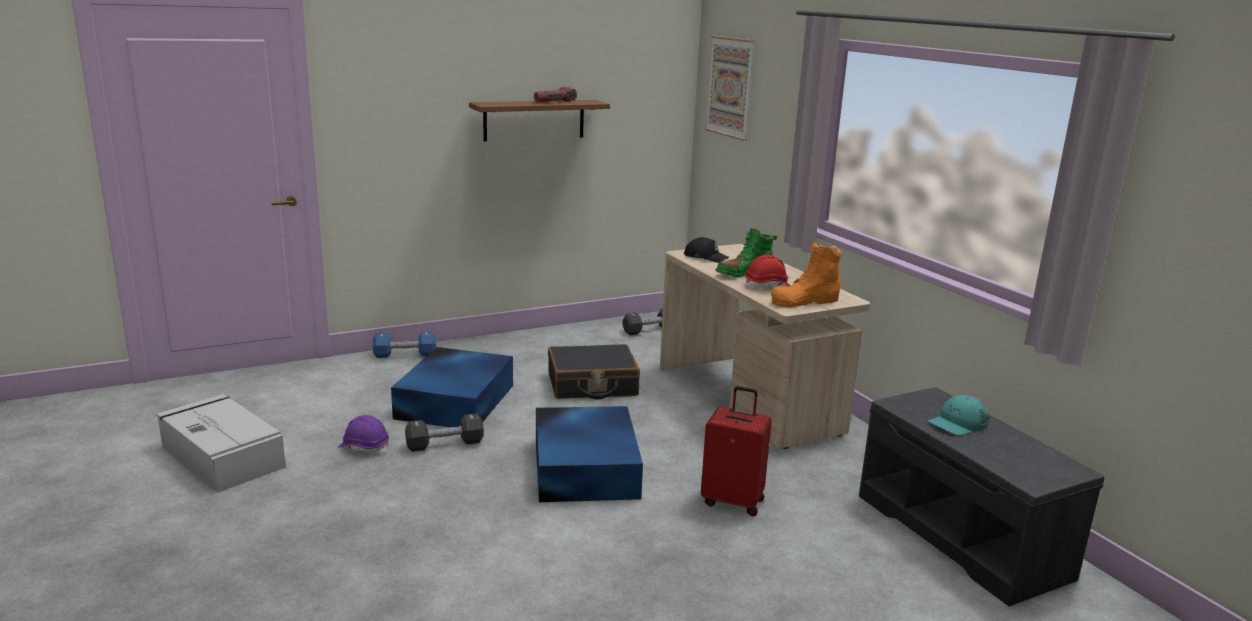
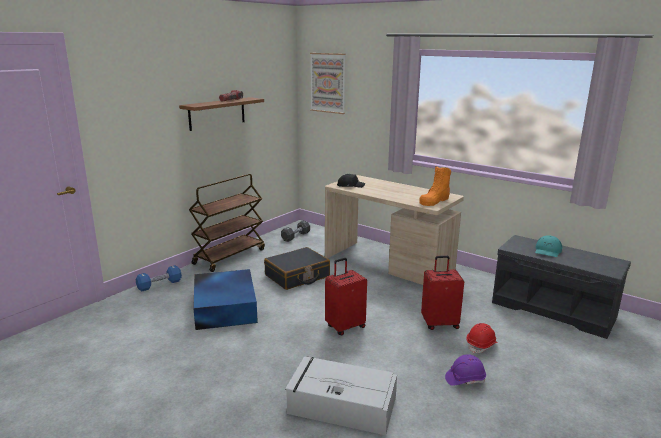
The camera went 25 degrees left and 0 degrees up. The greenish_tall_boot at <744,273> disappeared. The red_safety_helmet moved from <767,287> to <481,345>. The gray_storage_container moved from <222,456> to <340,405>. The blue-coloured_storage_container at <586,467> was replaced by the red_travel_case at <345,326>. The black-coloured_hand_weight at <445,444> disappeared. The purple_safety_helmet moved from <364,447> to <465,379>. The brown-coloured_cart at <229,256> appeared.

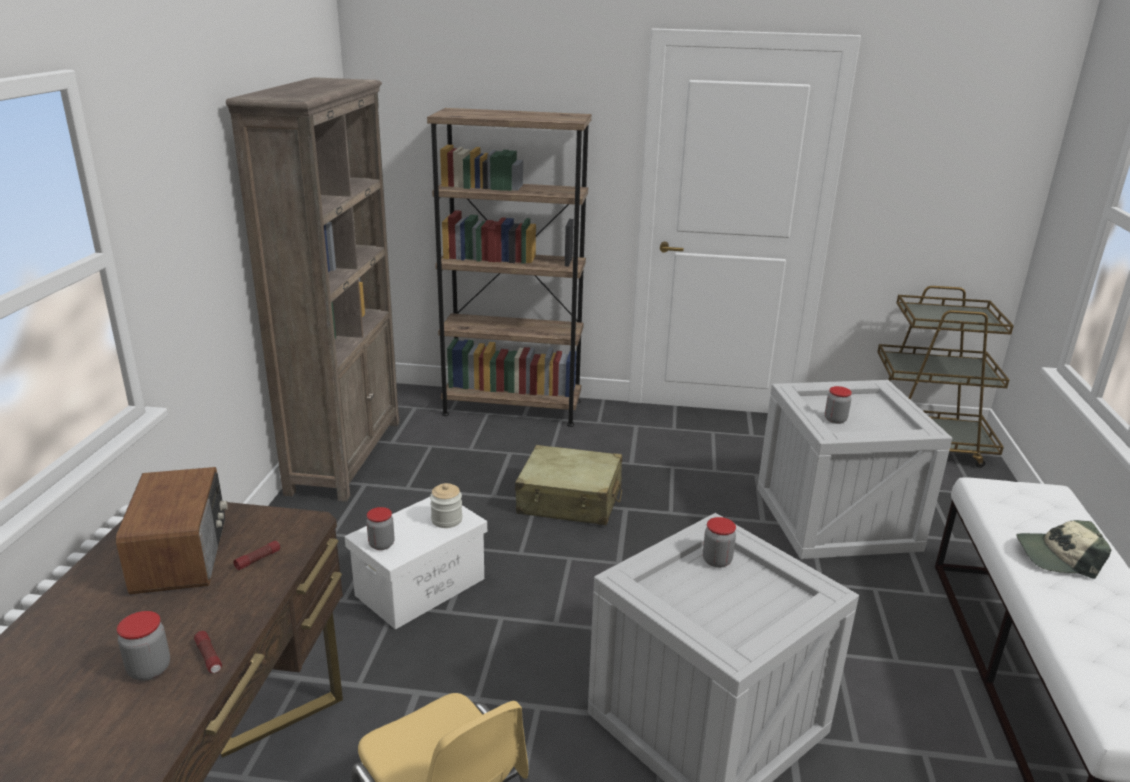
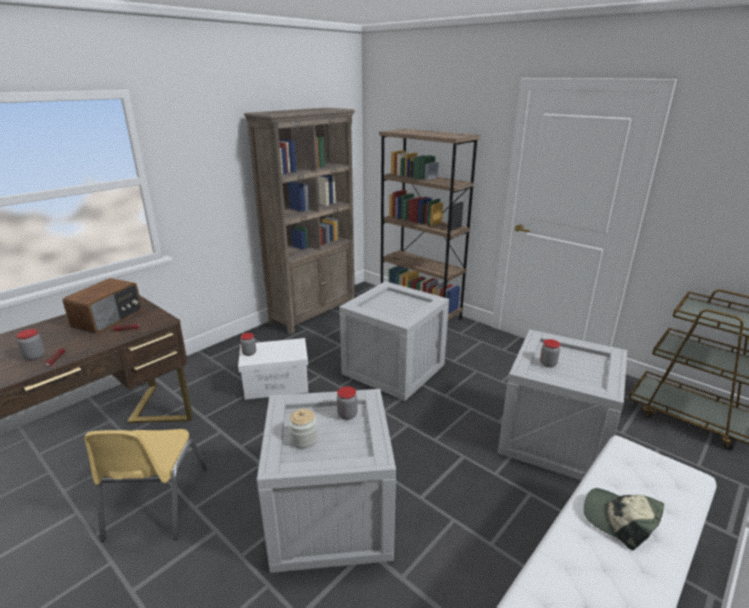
The camera went 35 degrees right and 0 degrees up. The beige-coloured_travel_case at <570,500> was replaced by the crate at <395,369>. The jar moved from <446,520> to <304,440>.

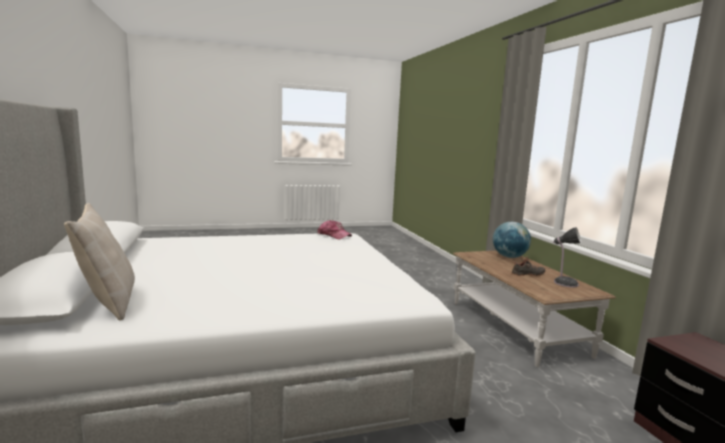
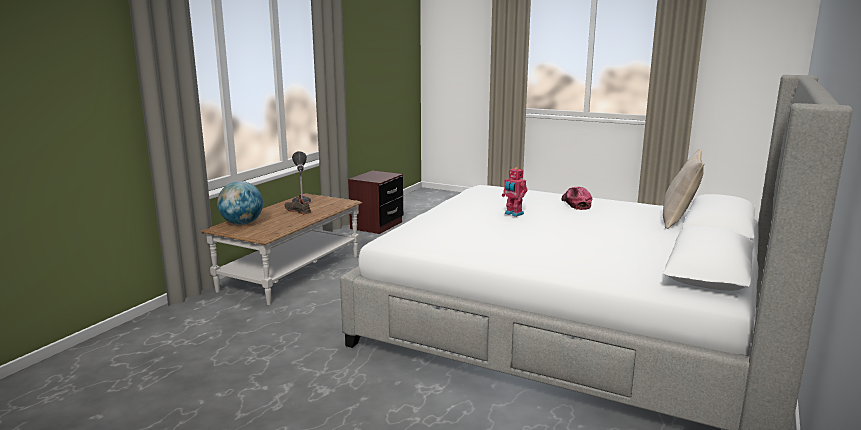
The camera went 135 degrees left and 5 degrees up. The cap moved from <334,235> to <575,203>. The robot_figure at <513,214> appeared.

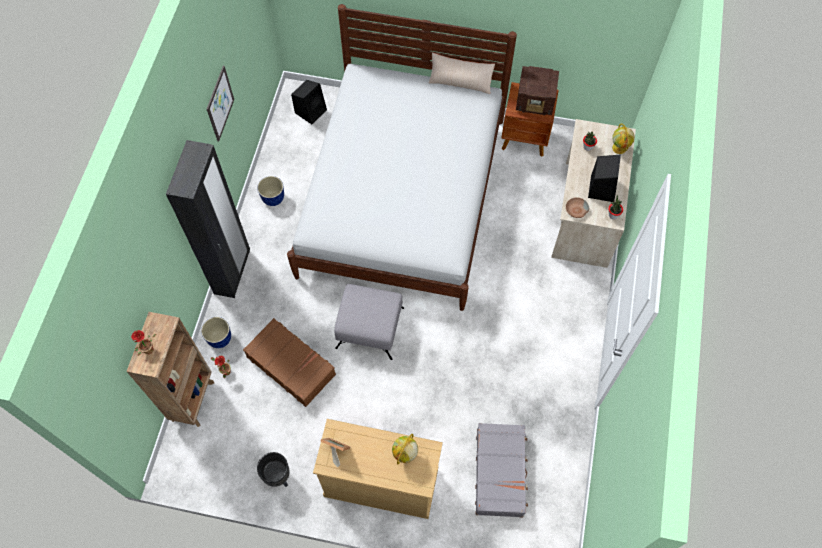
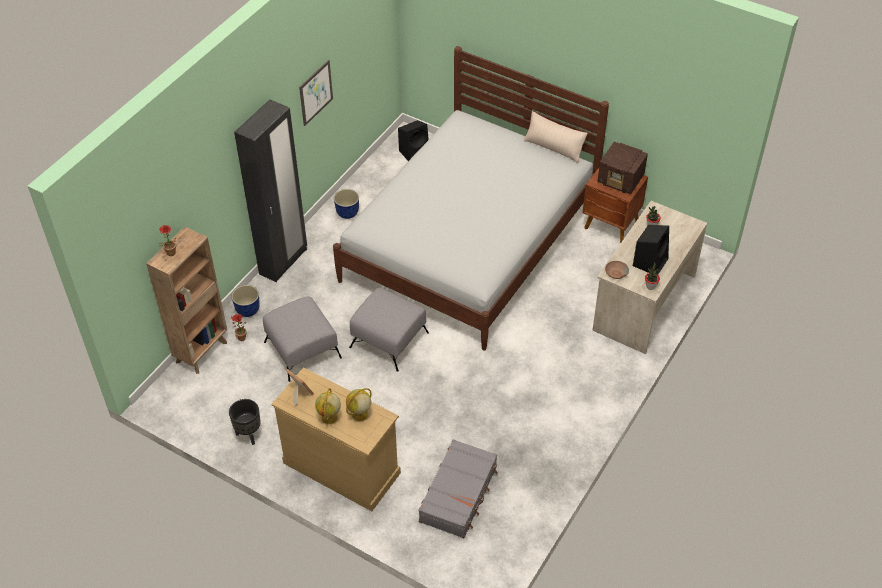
The camera went 20 degrees right and 15 degrees down. The world_globe moved from <619,148> to <329,418>. The brown-coloured_travel_case at <291,365> was replaced by the gray_ottoman at <302,349>.

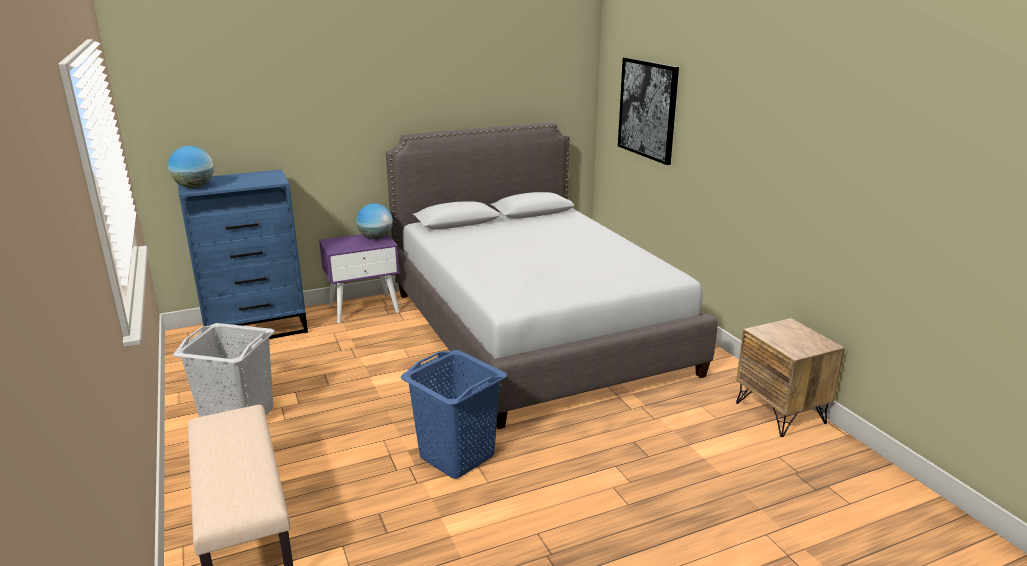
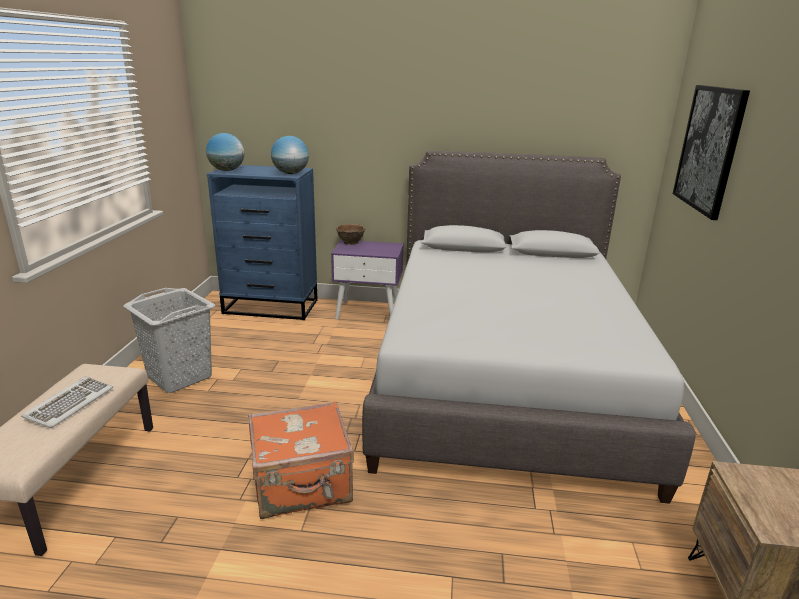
The camera went 30 degrees right and 0 degrees up. The world_globe moved from <376,238> to <291,173>. The blue-coloured_laundry_basket at <457,455> was replaced by the orangey_travel_case at <302,485>. The brown-coloured_bowl at <350,242> appeared. The computer_keyboard at <69,404> appeared.

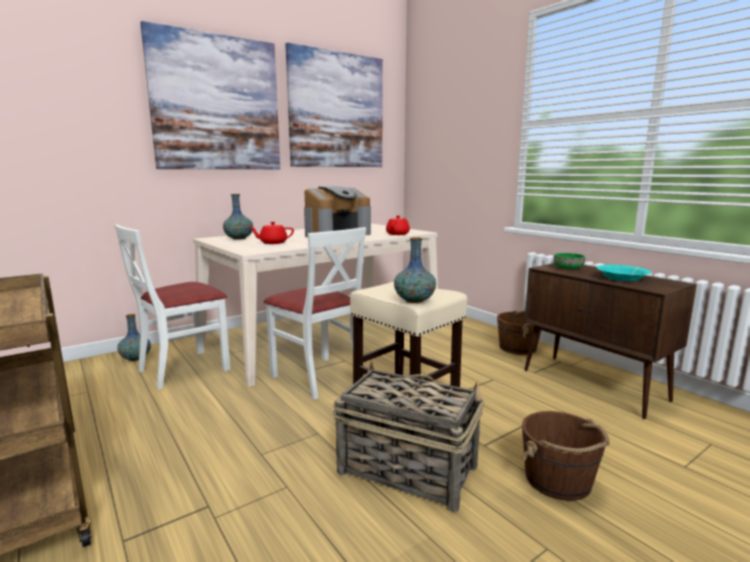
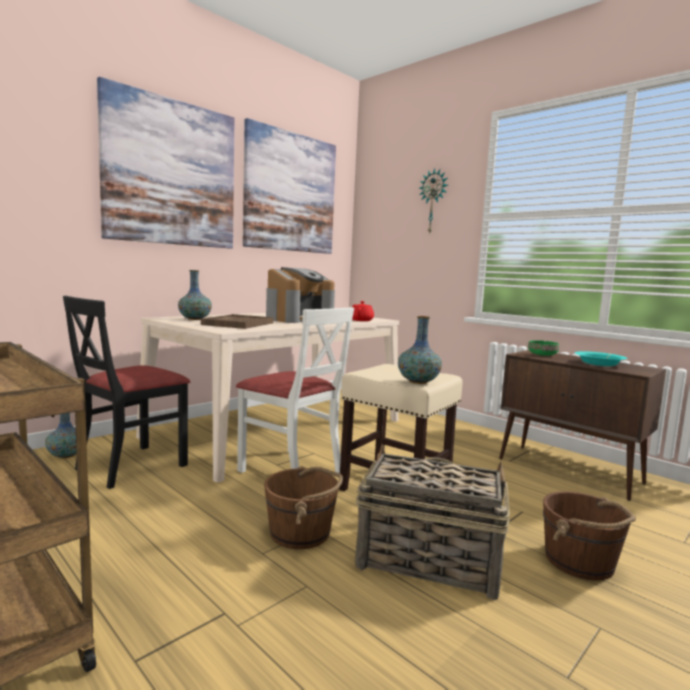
The camera went 10 degrees left and 5 degrees down. The red_tea_pot at <272,243> was replaced by the brown-coloured_tray at <238,324>. The whitish_plain_chair at <183,369> became the black-coloured_plain_chair at <131,466>. The brown-coloured_bucket moved from <518,348> to <301,533>. The hanging_clock at <433,201> appeared.

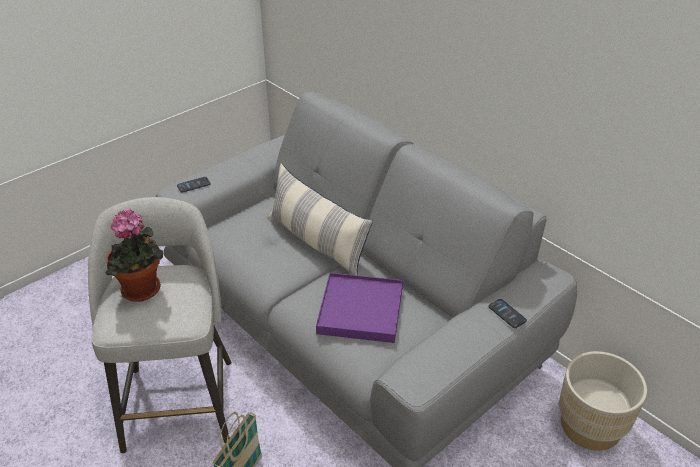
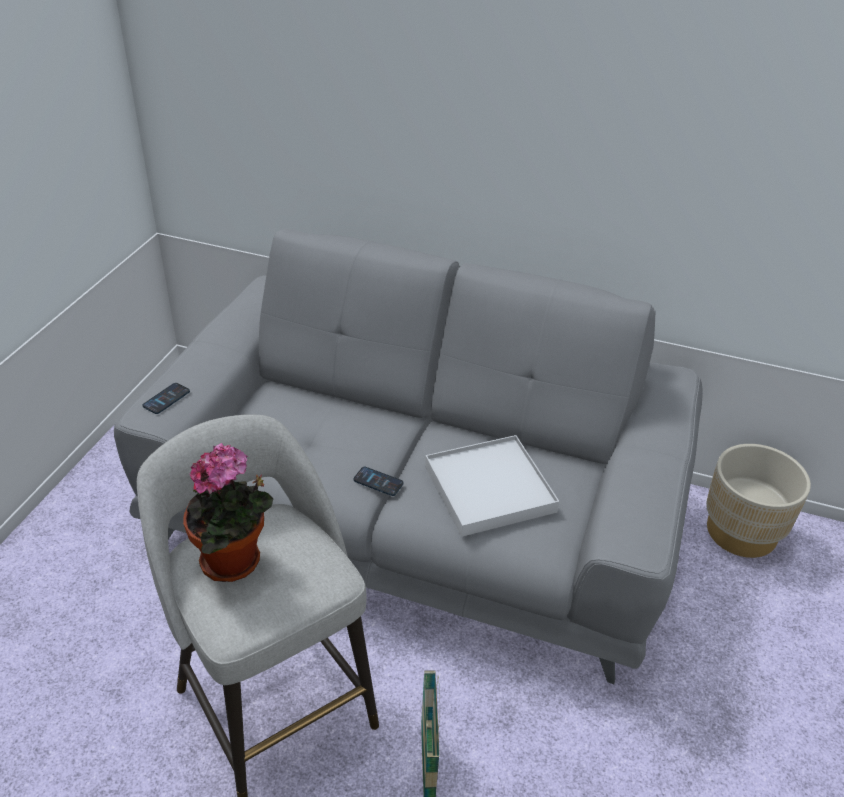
The camera went 30 degrees left and 0 degrees up. The cushion at <317,242> disappeared. The purple_tray at <360,310> became the whitish_tray at <489,489>. The telephone moved from <507,314> to <378,482>.

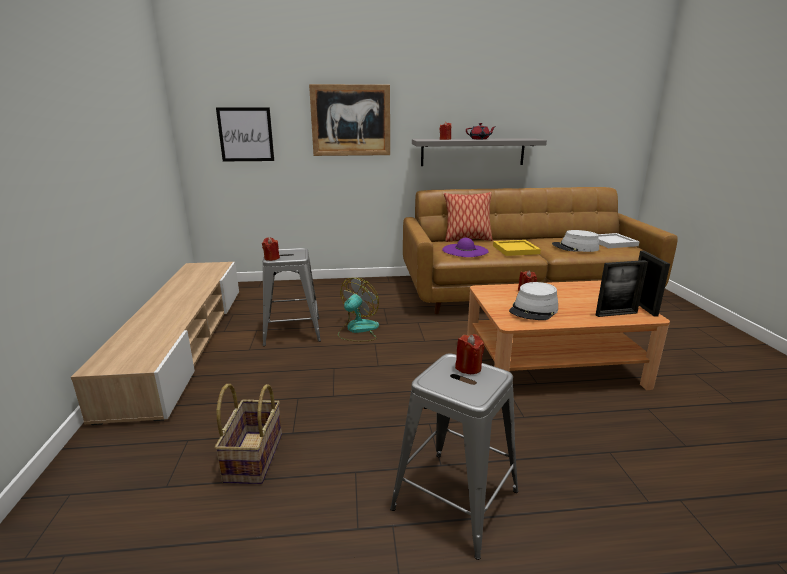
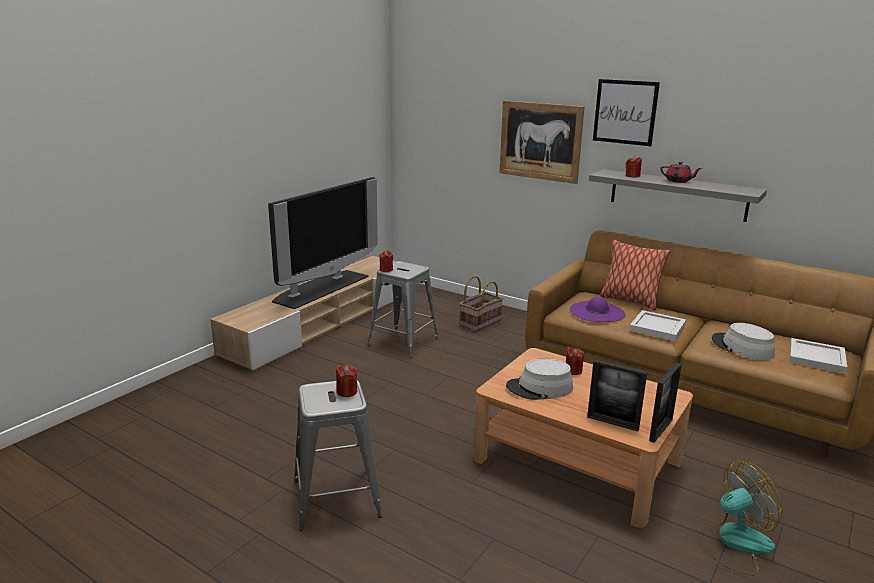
The camera went 40 degrees right and 0 degrees up. The picture moved from <246,134> to <625,112>. The yellow_tray at <515,249> became the whitish_tray at <656,327>. The fan moved from <358,330> to <734,543>. The storage_basket moved from <253,457> to <480,322>. The TV at <321,288> appeared.

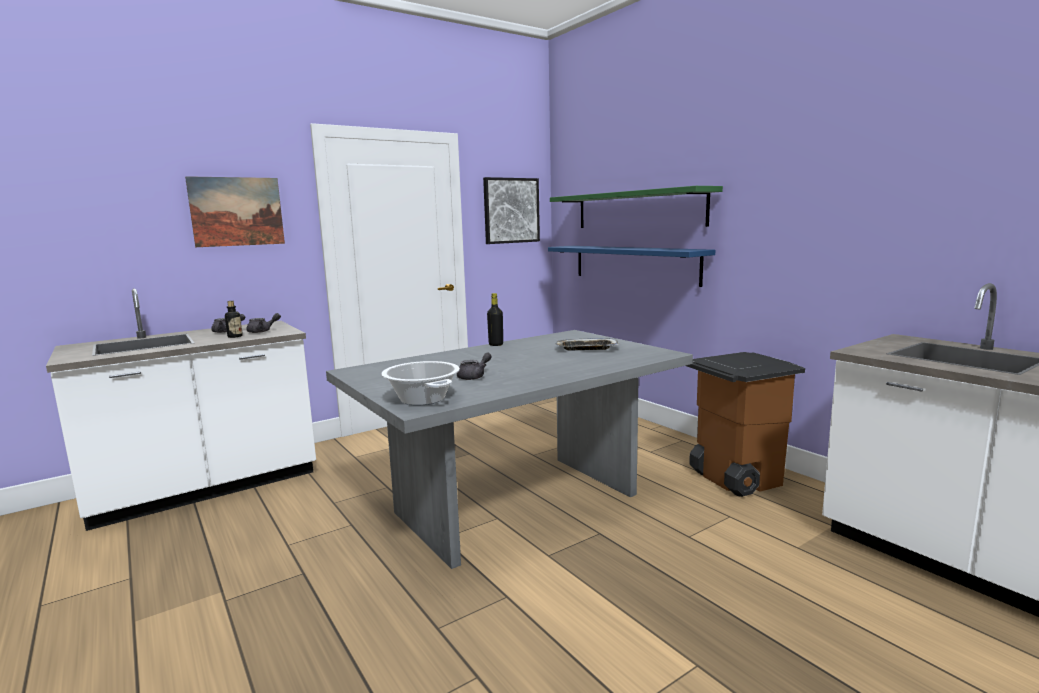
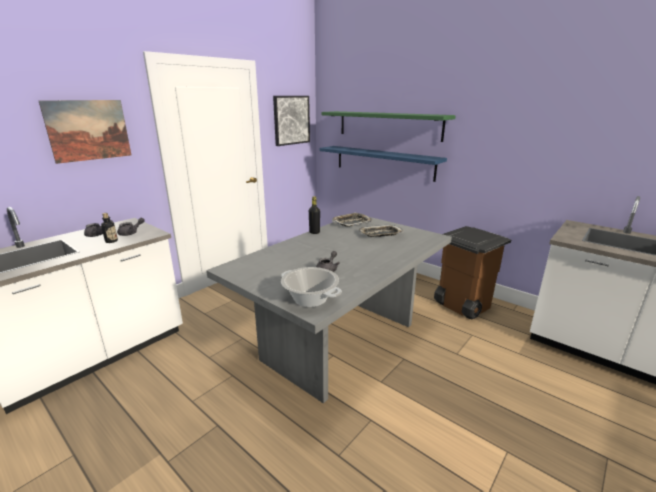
The camera went 15 degrees left and 10 degrees up. The tray at <351,222> appeared.

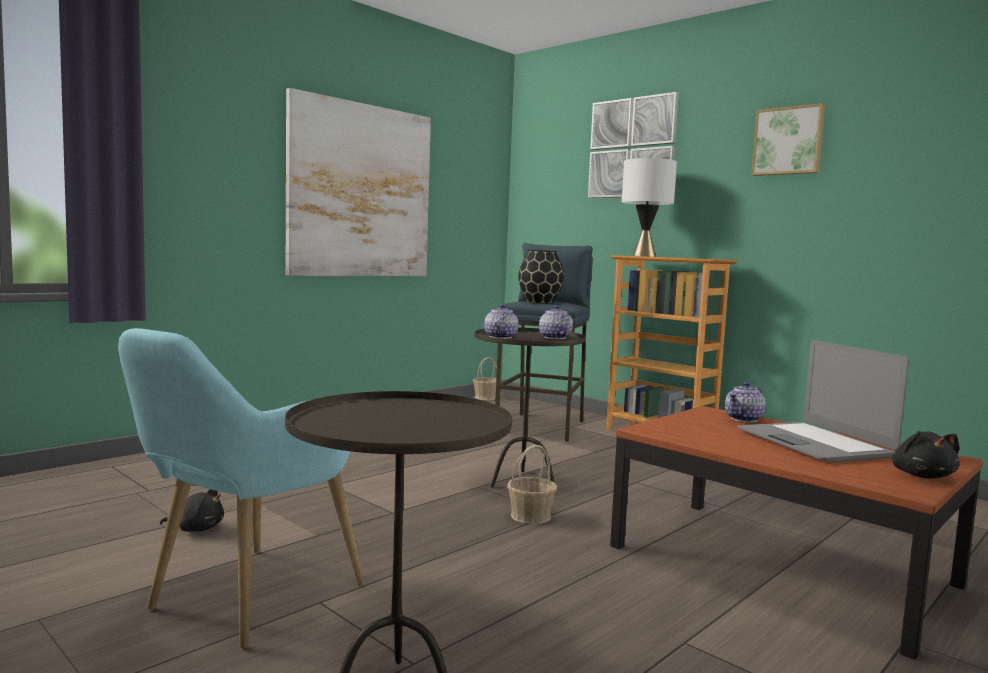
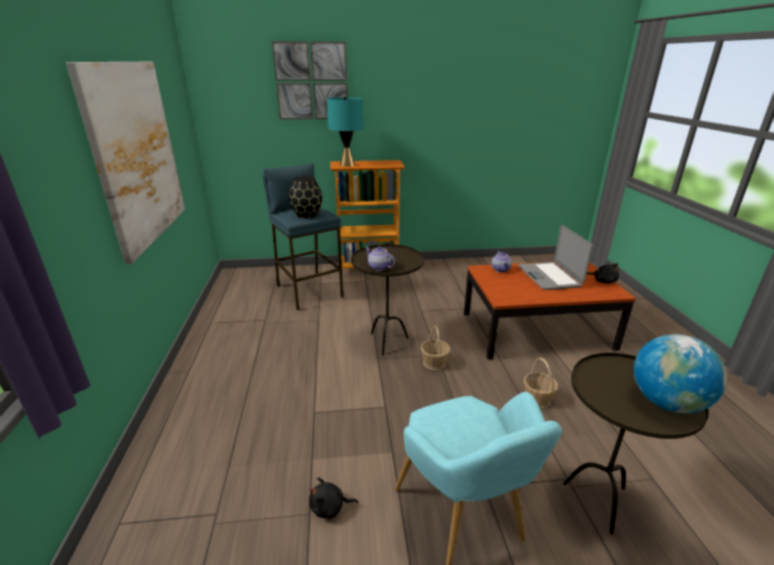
The camera went 50 degrees left and 20 degrees up. The picture at <788,141> disappeared. The whitish_lamp_for_a_table at <644,256> became the turquoise_lamp_for_a_table at <347,164>. The tea_pot at <555,337> disappeared. The laptop at <814,443> turned 60 degrees clockwise. The storage_basket moved from <485,397> to <537,399>. The black-coloured_plush_toy at <197,528> turned 135 degrees counterclockwise. The world_globe at <666,402> appeared.

